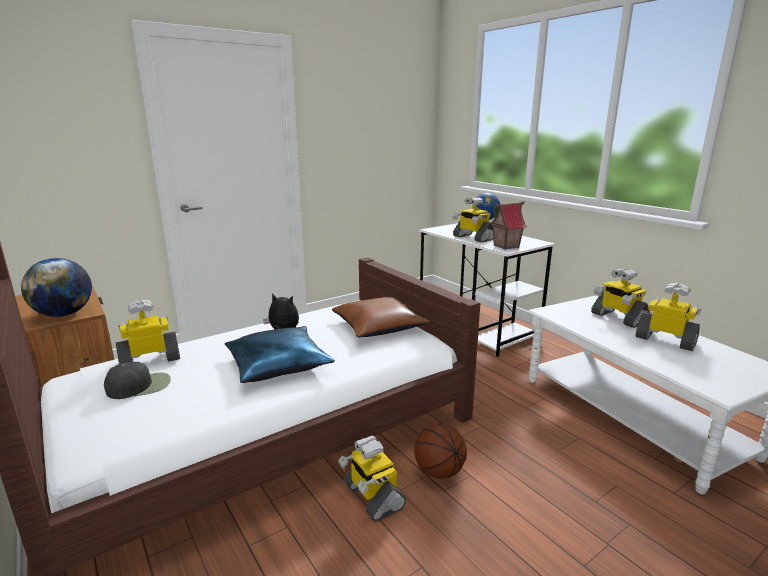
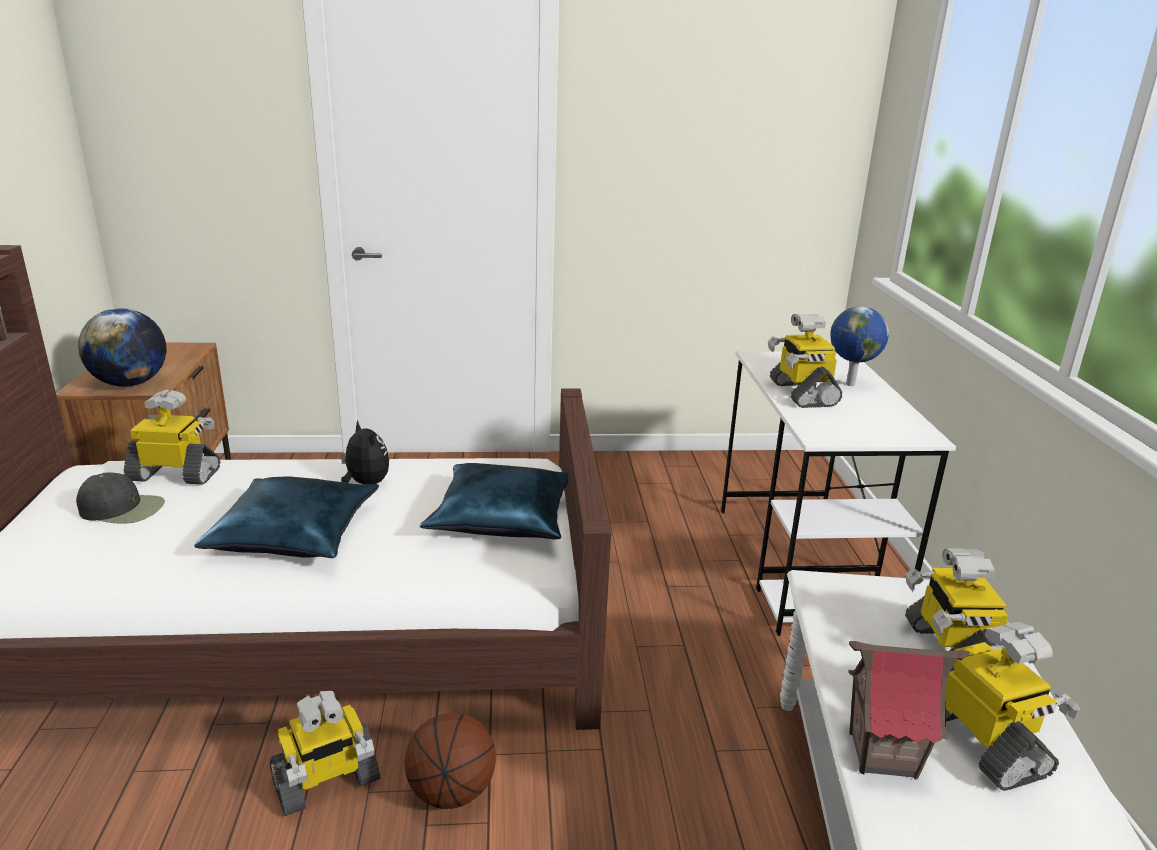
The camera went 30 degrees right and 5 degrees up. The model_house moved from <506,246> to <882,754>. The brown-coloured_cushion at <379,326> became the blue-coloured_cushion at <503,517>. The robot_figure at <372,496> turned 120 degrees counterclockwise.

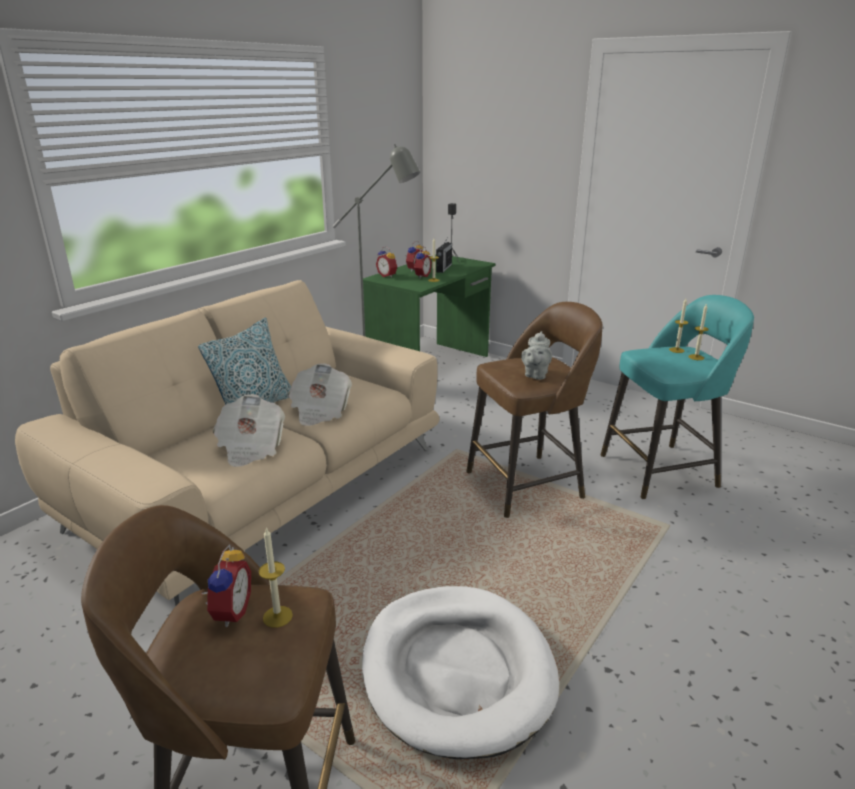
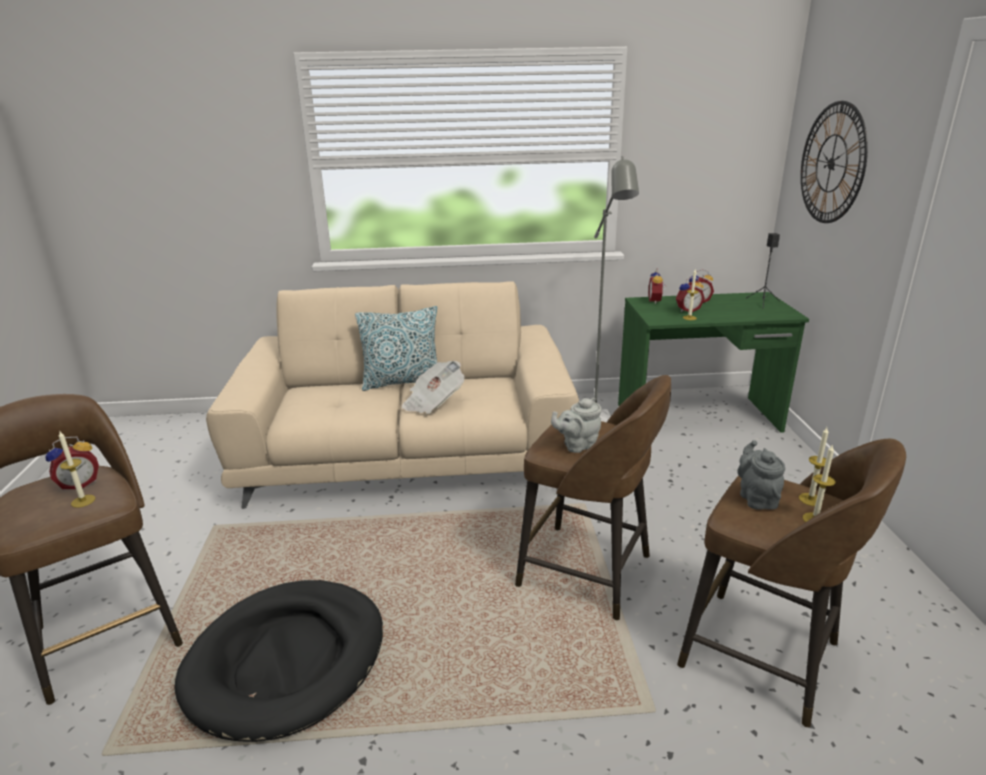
The camera went 50 degrees right and 0 degrees up. The radio at <443,268> disappeared. The turquoise_sitting_stool at <661,470> became the brown-coloured_sitting_stool at <764,657>. The newspaper at <250,447> disappeared. The whitish_dog_bed at <457,671> became the black-coloured_dog_bed at <287,661>. The hanging_clock at <831,163> appeared. The gray_tea_pot at <756,498> appeared.

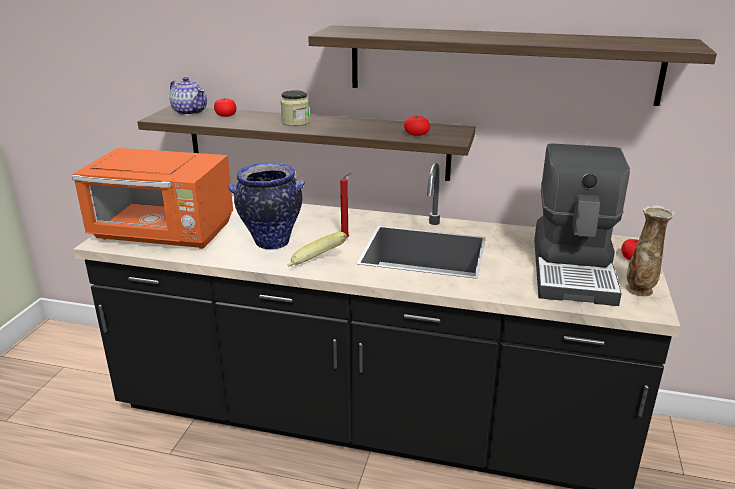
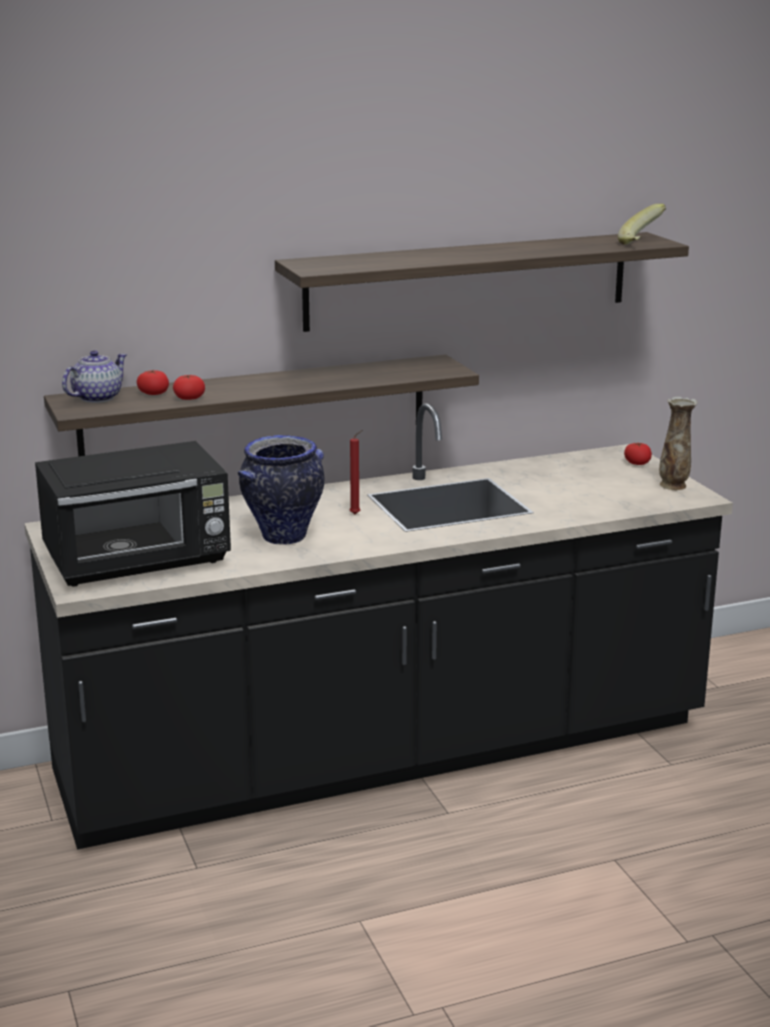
The camera went 35 degrees left and 5 degrees down. The tea_pot at <190,112> turned 60 degrees counterclockwise. The jar at <295,122> disappeared. The tomato moved from <416,134> to <189,398>. The coffee_machine at <574,270> disappeared. The orangey_microwave_oven at <164,233> became the black-coloured_microwave_oven at <139,562>. The banana moved from <316,265> to <643,243>.

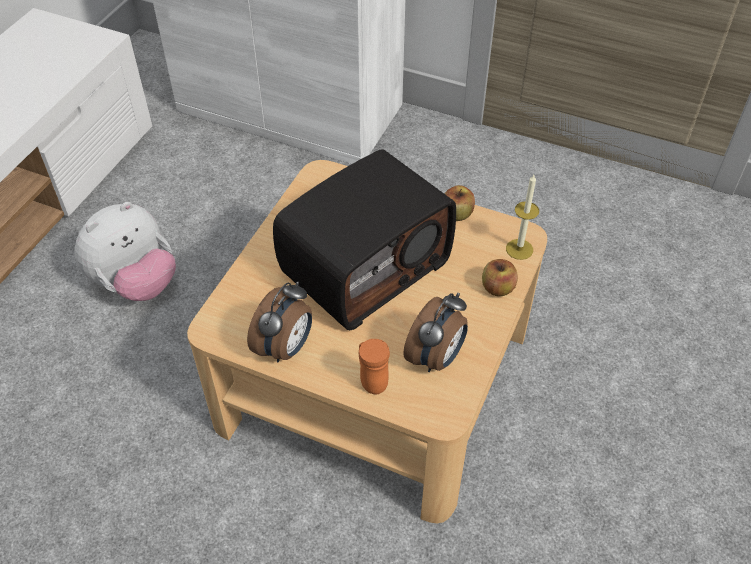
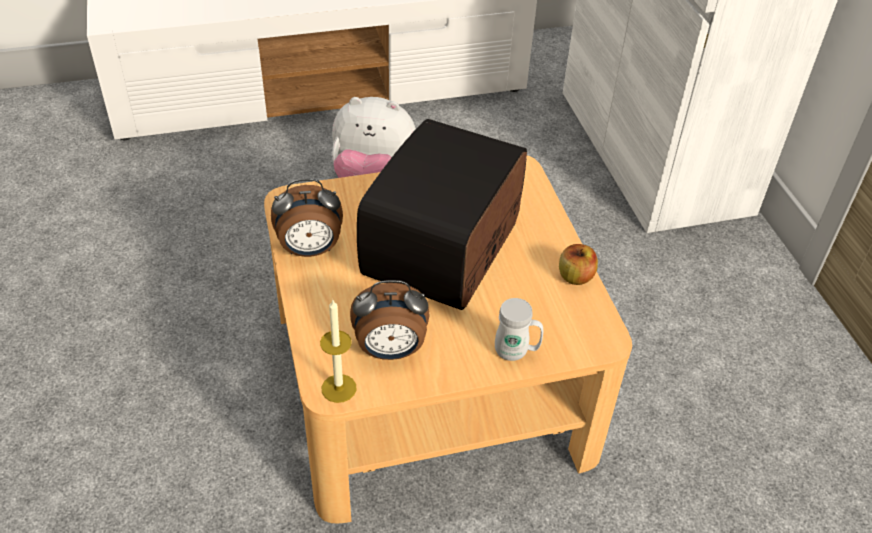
The camera went 50 degrees right and 5 degrees down. The radio at <365,266> turned 105 degrees clockwise. The wax_light moved from <519,249> to <339,388>. The apple_fruit at <498,288> was replaced by the whitish_mug at <516,352>. The orangey_mug at <371,380> disappeared.

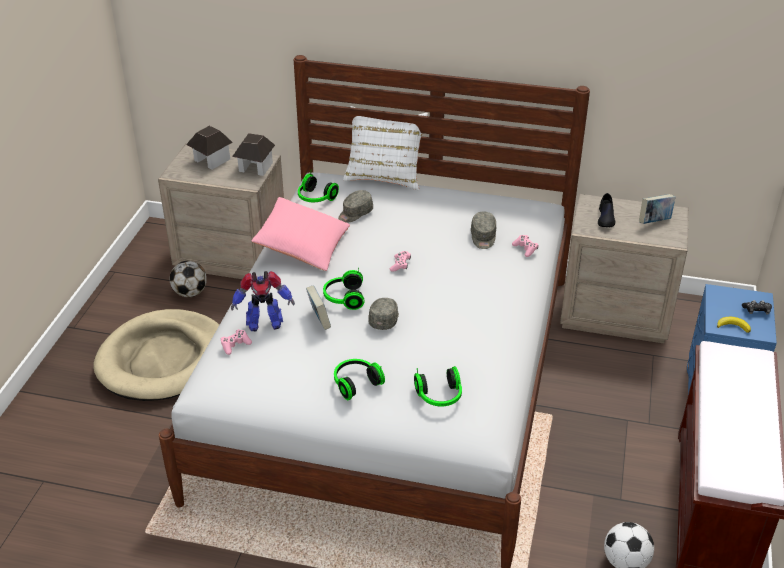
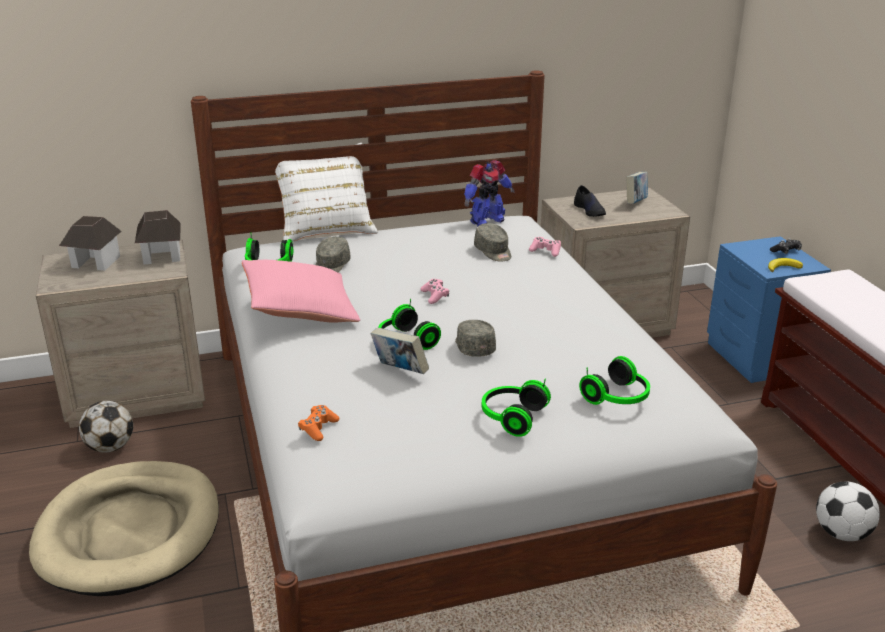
The camera went 30 degrees left and 10 degrees down. The robot_figure moved from <264,323> to <486,221>. The pink_joypad at <235,345> became the orangey_joypad at <318,428>.

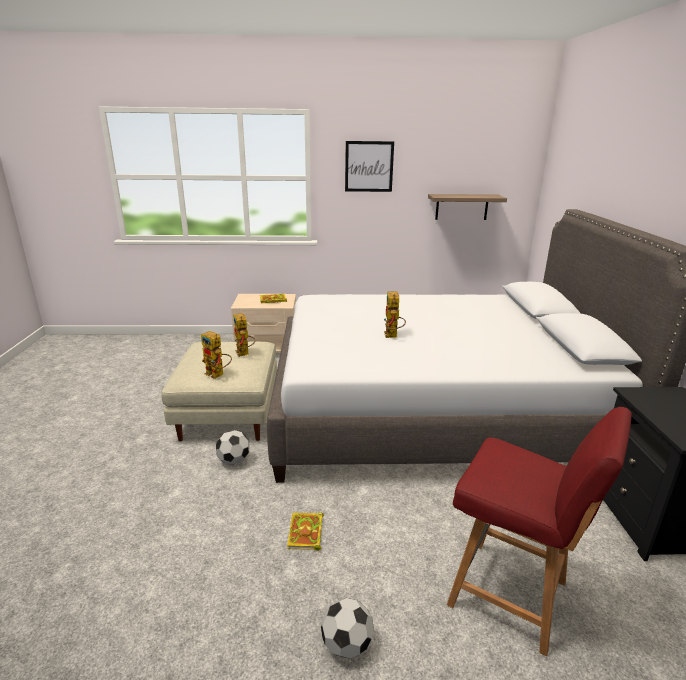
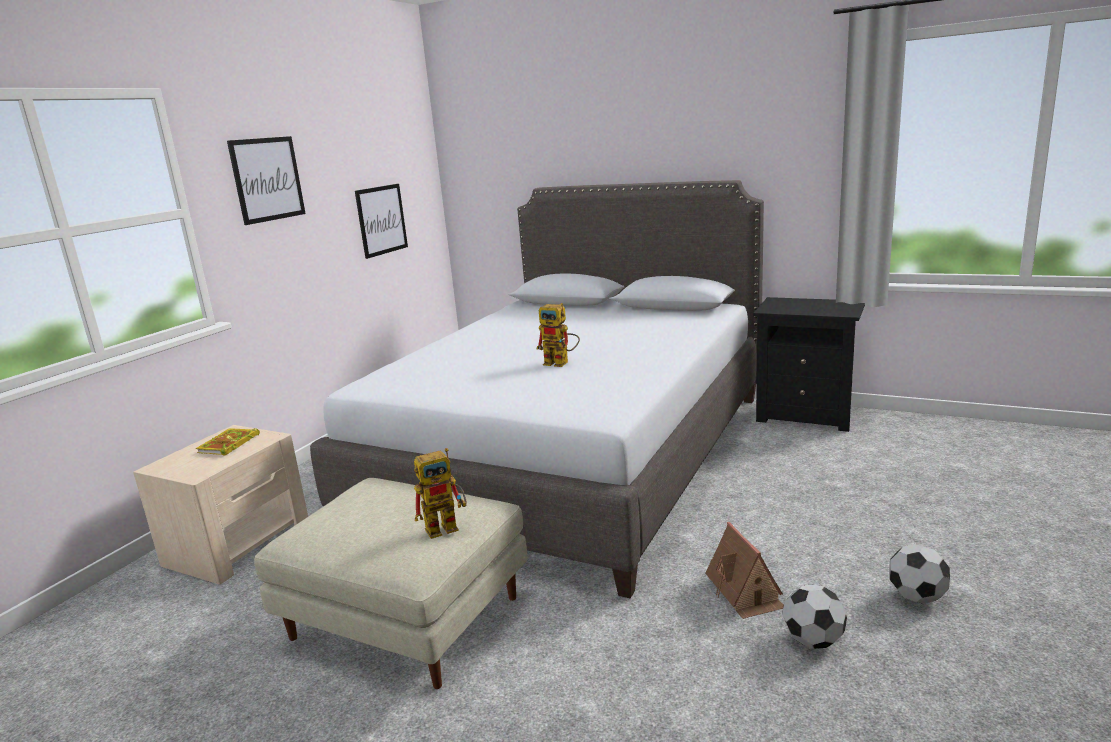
The camera went 60 degrees left and 5 degrees down. The wall_shelf at <461,207> was replaced by the picture at <381,220>. The robot_figure at <244,354> disappeared. The red_plain_chair at <511,595> disappeared. The football_ball moved from <234,461> to <812,640>. The bound_book at <306,534> was replaced by the model_house at <745,592>.

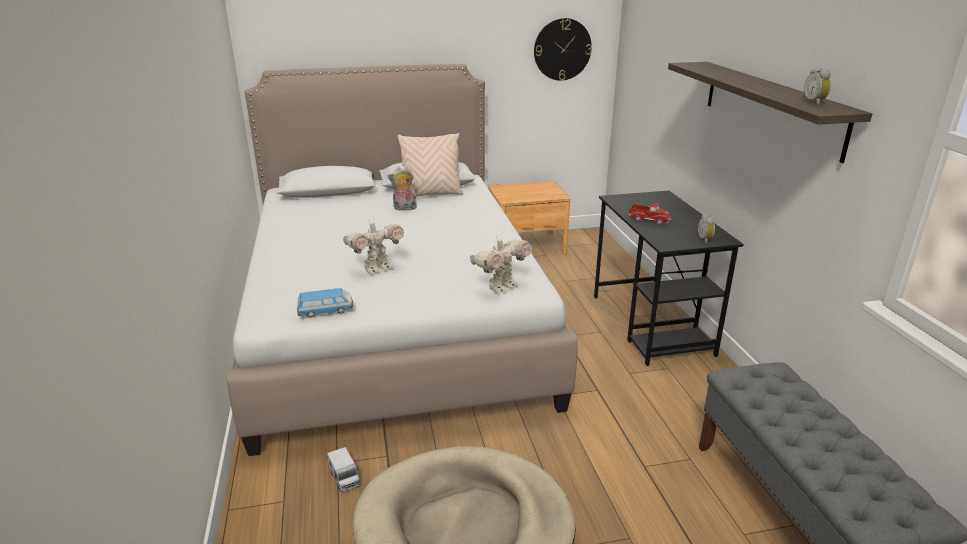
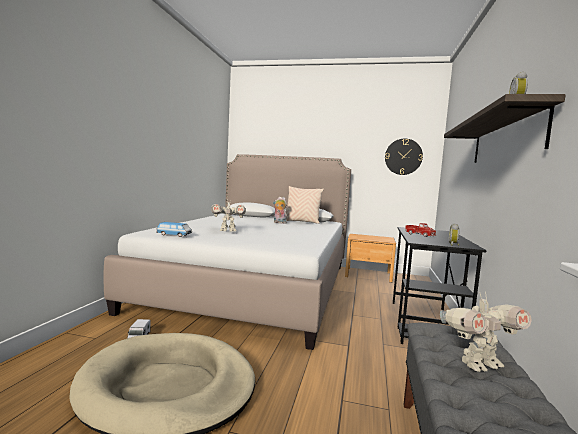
The camera went 25 degrees right and 20 degrees down. The robot_figure moved from <501,287> to <478,364>.

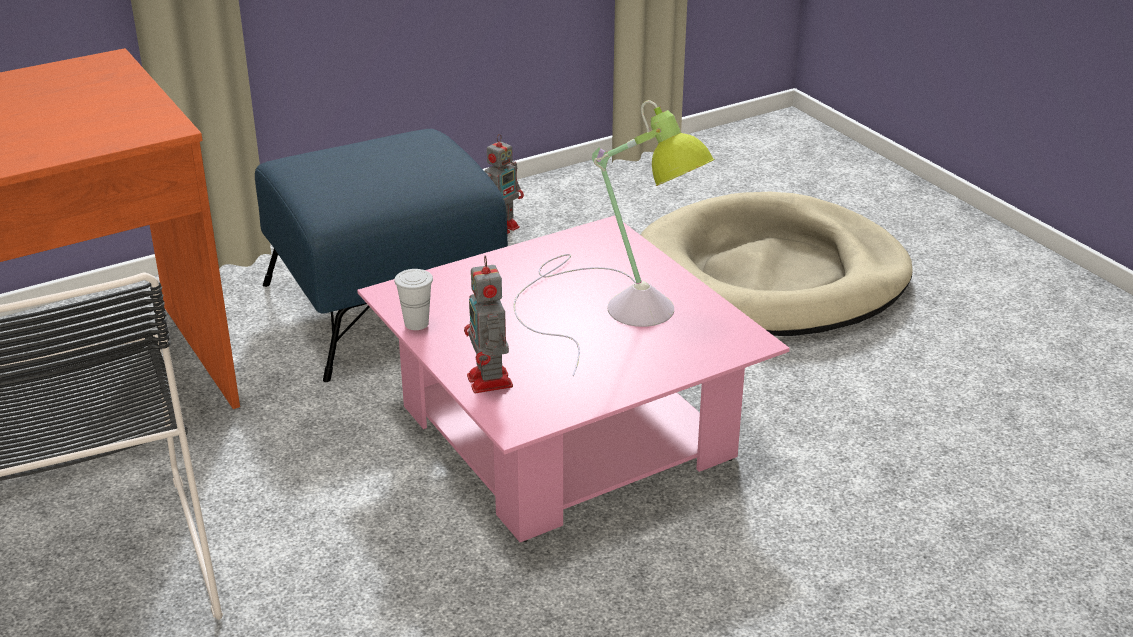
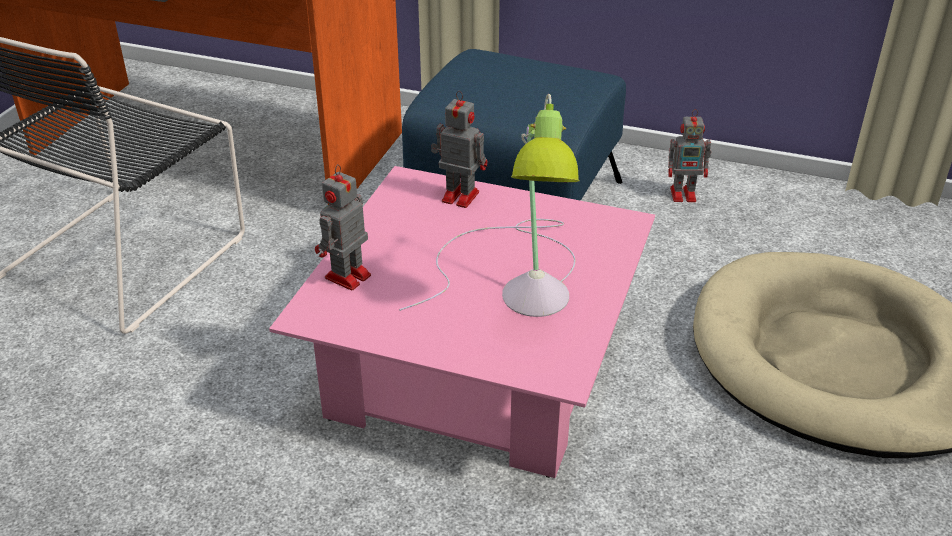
The camera went 50 degrees right and 5 degrees up. The whitish_cup at <416,323> disappeared. The robot_figure at <458,196> appeared.

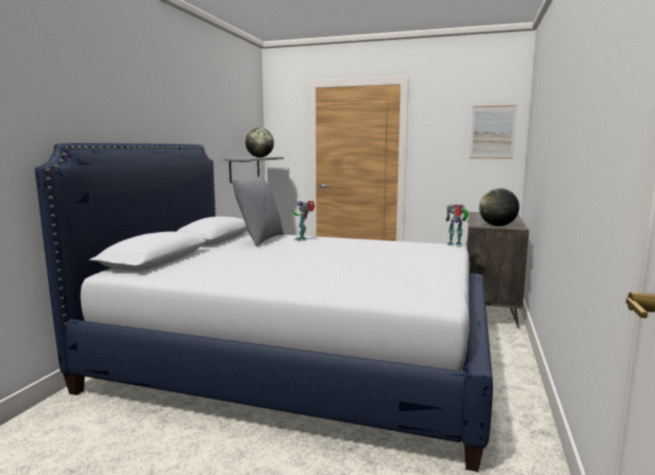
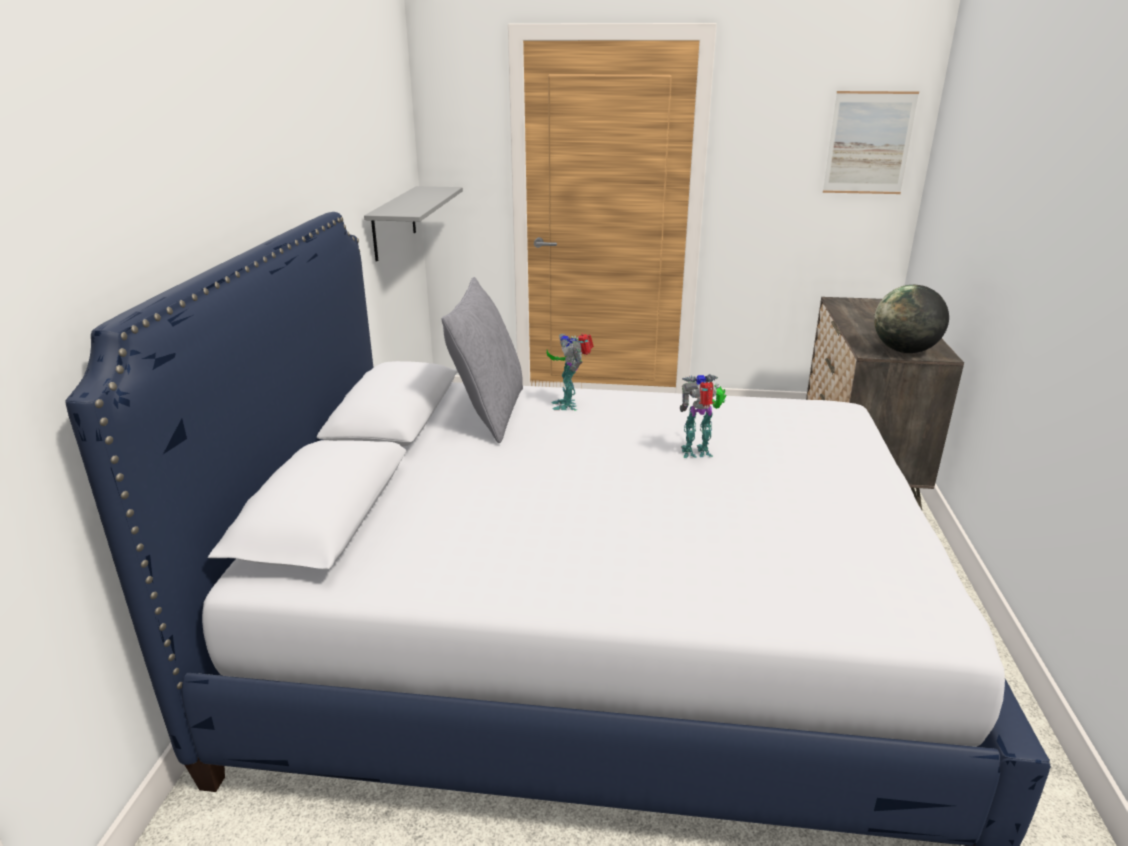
The camera went 10 degrees left and 15 degrees up. The world_globe at <260,157> disappeared. The robot_figure moved from <455,244> to <698,453>.

